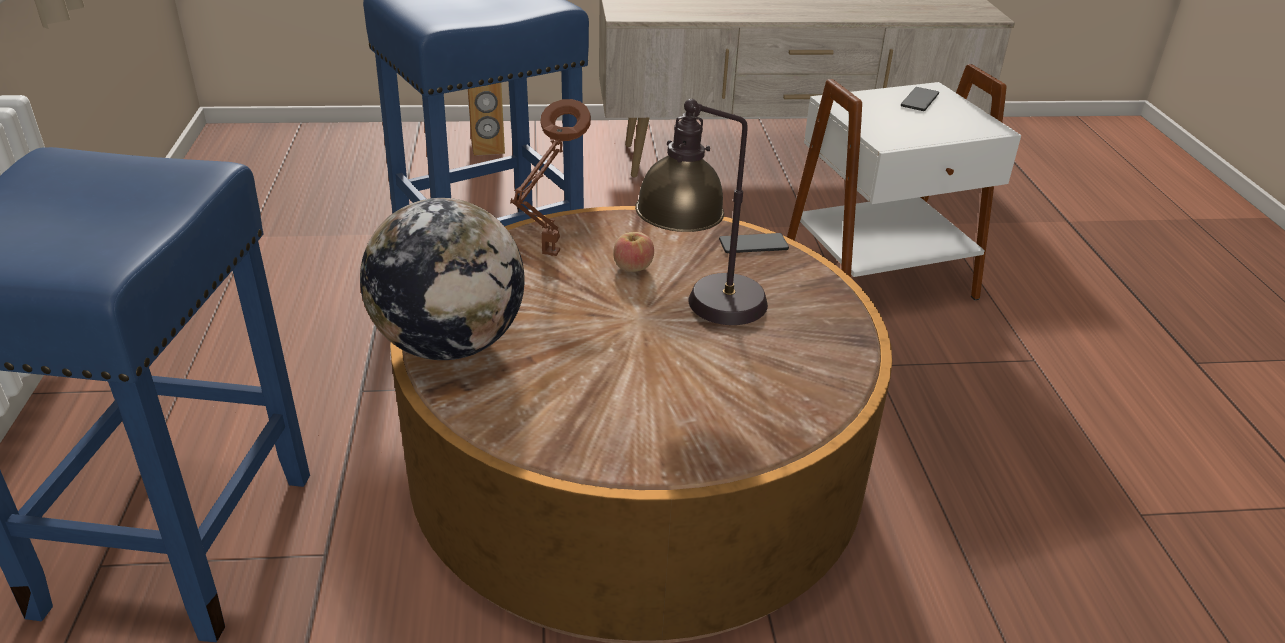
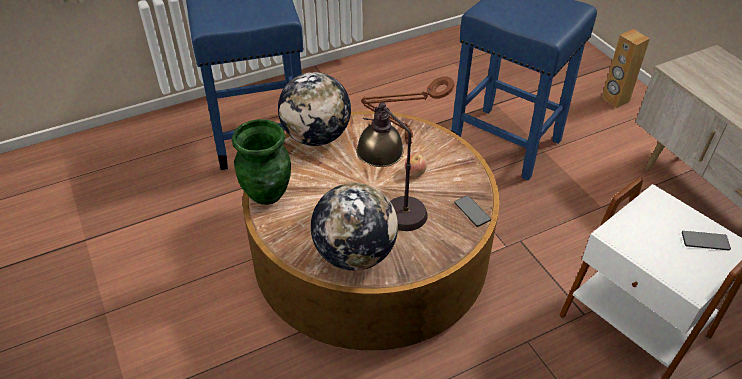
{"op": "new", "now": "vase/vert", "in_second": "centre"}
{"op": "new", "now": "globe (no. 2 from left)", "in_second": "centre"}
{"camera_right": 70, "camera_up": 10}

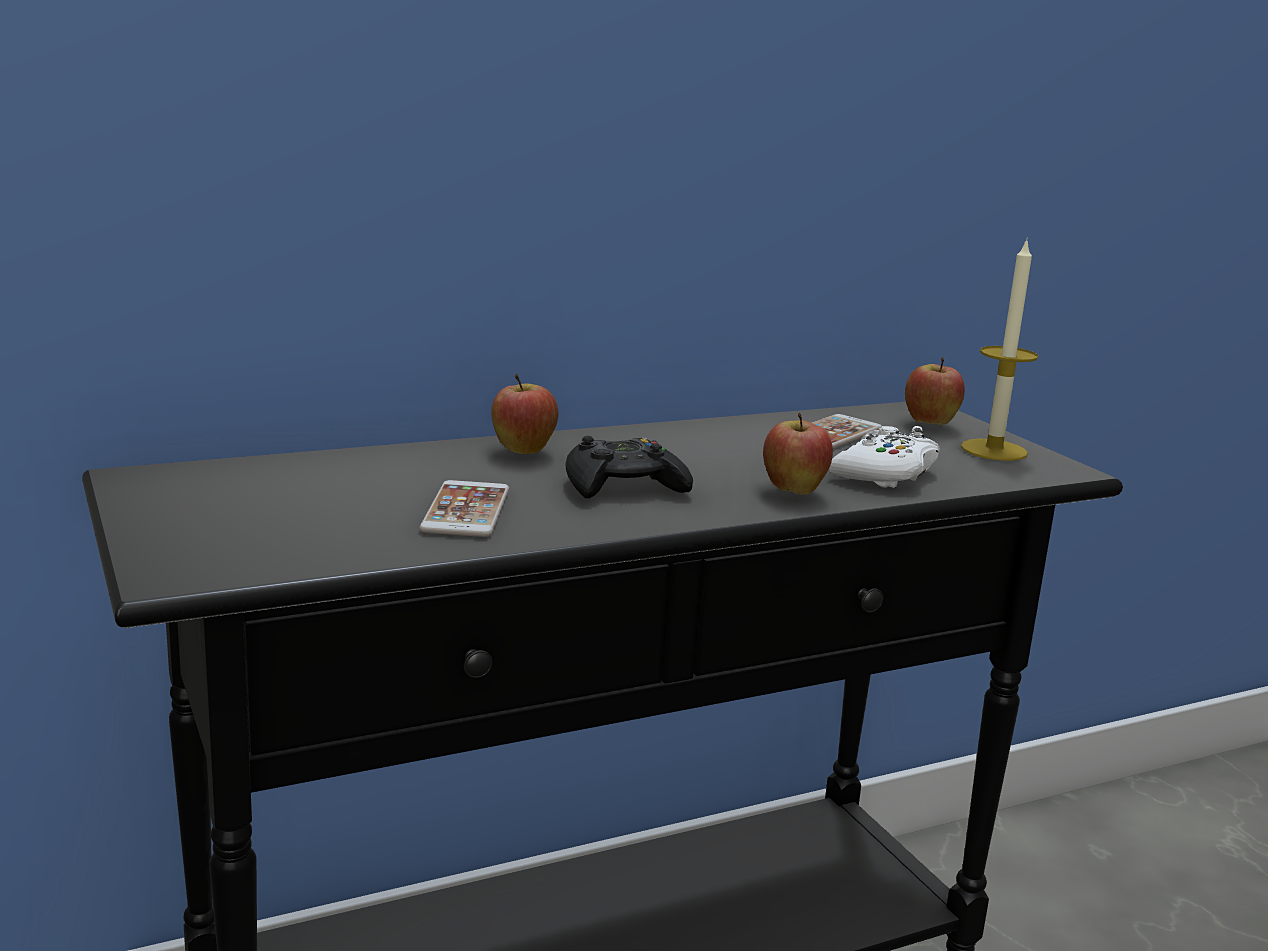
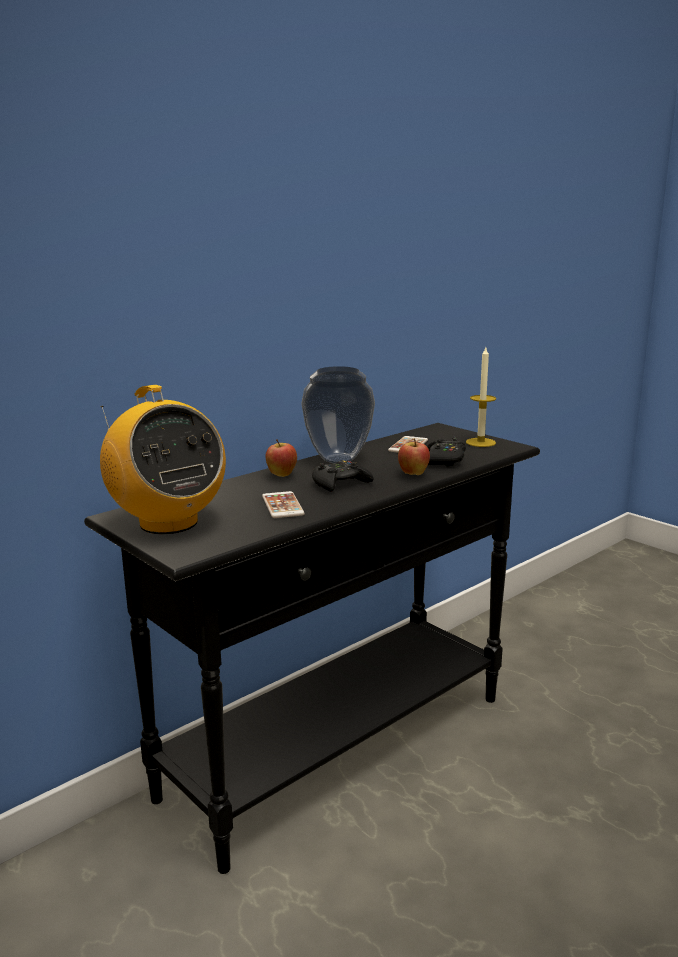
{"op": "gone", "was": "pomme (no. 3 from left)", "in_first": "middle right"}
{"op": "new", "now": "radio", "in_second": "middle left"}
{"op": "new", "now": "vase", "in_second": "centre"}
{"op": "repainted", "was": "manette/blanc", "now": "manette/noir (no. 2 from left)", "in_first": "middle right", "in_second": "centre"}
{"camera_right": -15, "camera_up": 0}

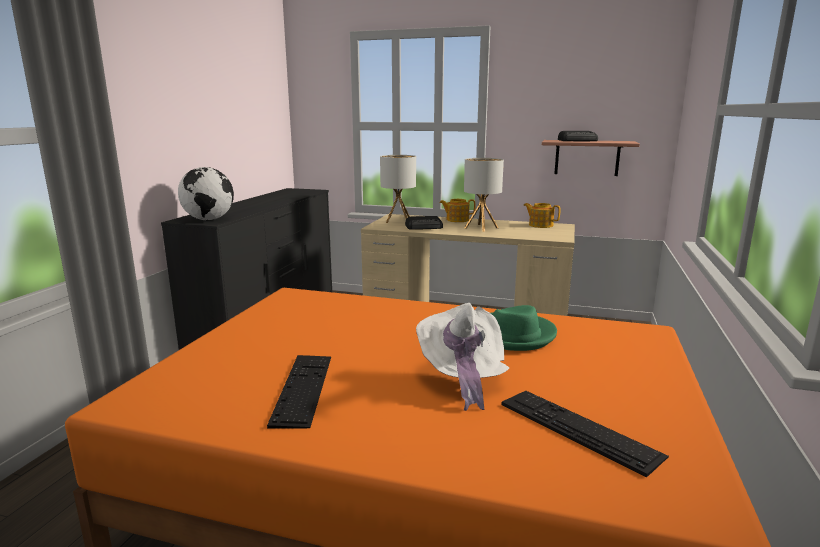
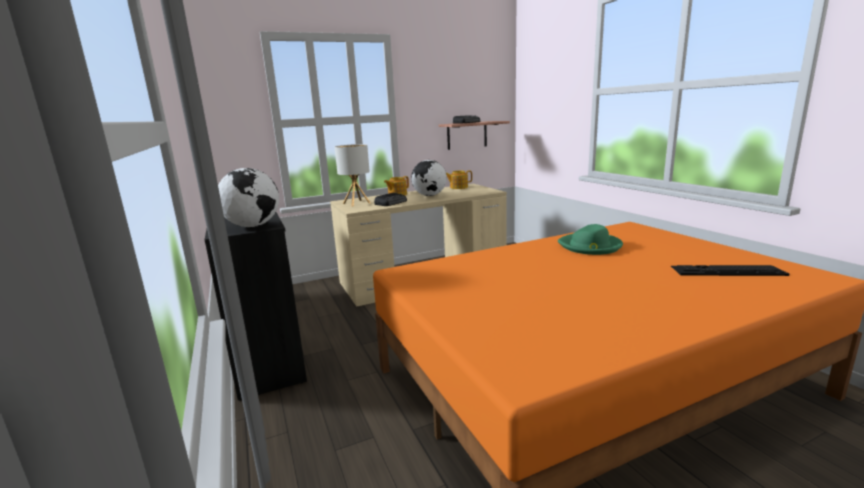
{"op": "gone", "was": "clavier (no. 1 from left)", "in_first": "bottom centre"}
{"op": "gone", "was": "chapeau/blanc", "in_first": "centre"}
{"op": "swapped", "was": "lampe de table (no. 2 from left)", "now": "globe (no. 2 from left)", "in_first": "centre", "in_second": "centre"}
{"camera_right": -40, "camera_up": 0}

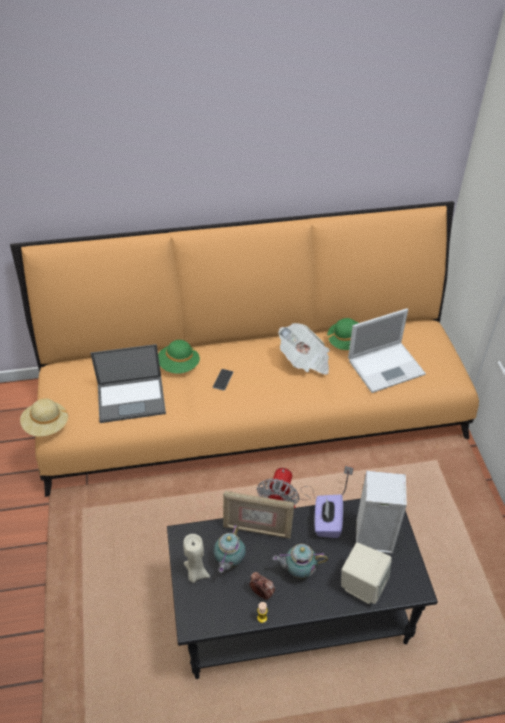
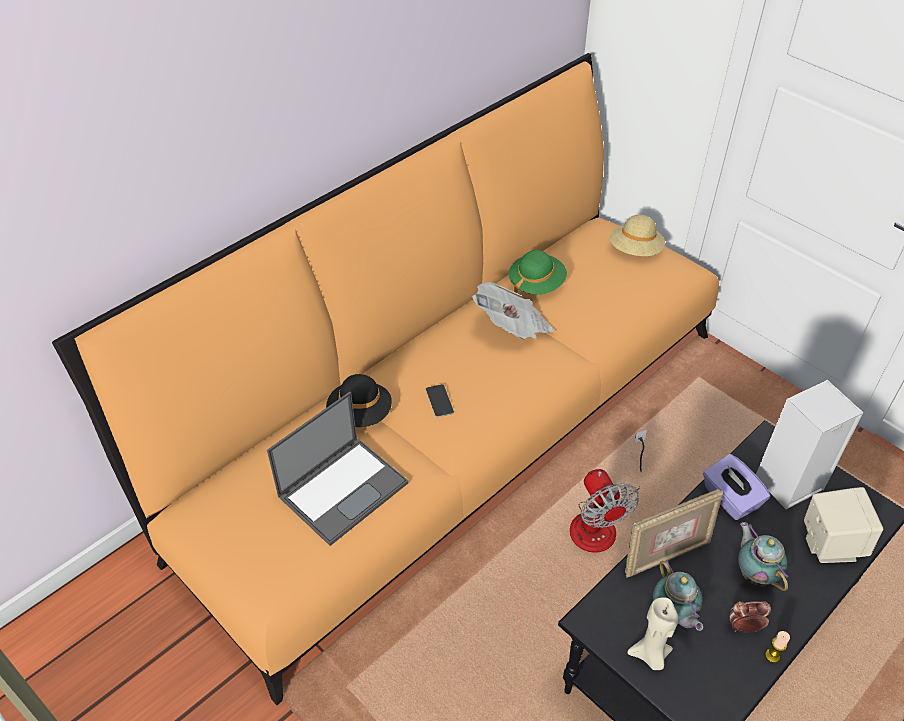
{"op": "gone", "was": "ordinateur portable (no. 2 from left)", "in_first": "middle right"}
{"op": "shifted", "was": "chapeau/beige", "in_first": "middle left", "in_second": "top right"}
{"op": "repainted", "was": "chapeau/vert (no. 1 from left)", "now": "chapeau/noir", "in_first": "centre", "in_second": "centre"}
{"op": "rotated", "was": "théière (no. 2 from left)", "in_first": "bottom centre", "in_second": "bottom right", "clockwise": 105}
{"camera_right": -35, "camera_up": 0}

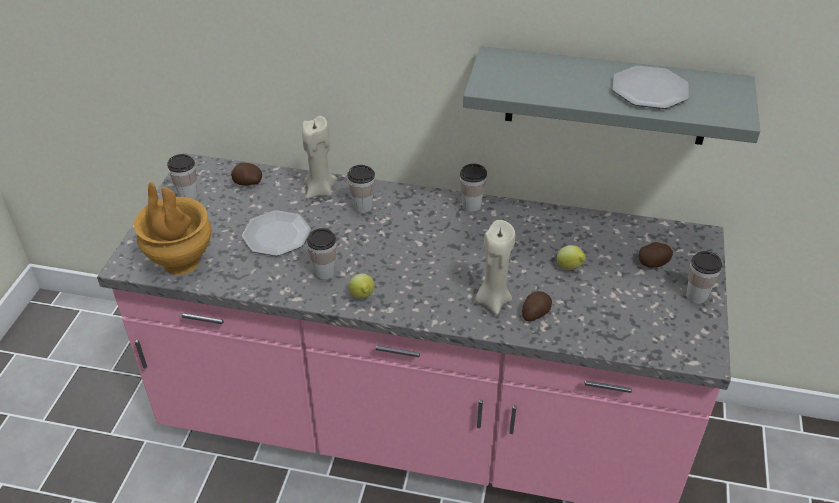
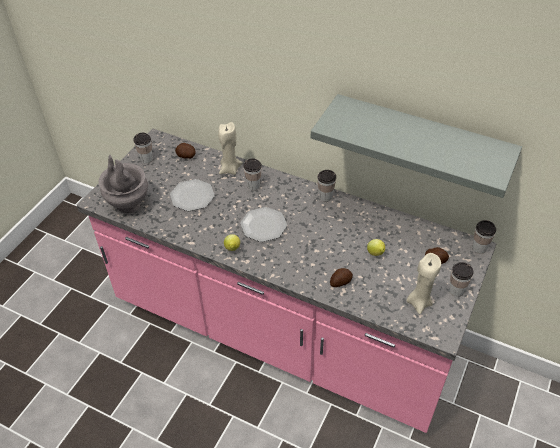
{"op": "shifted", "was": "tasse (no. 2 from left in the first image)", "now": "tasse (no. 5 from left)", "in_first": "centre", "in_second": "middle right"}
{"op": "shifted", "was": "bougie/beige (no. 2 from left)", "in_first": "centre", "in_second": "middle right"}
{"op": "shifted", "was": "assiette (no. 2 from left)", "in_first": "top right", "in_second": "centre"}
{"op": "repainted", "was": "vase/marron", "now": "vase/gris", "in_first": "middle left", "in_second": "middle left"}
{"camera_right": 15, "camera_up": 5}

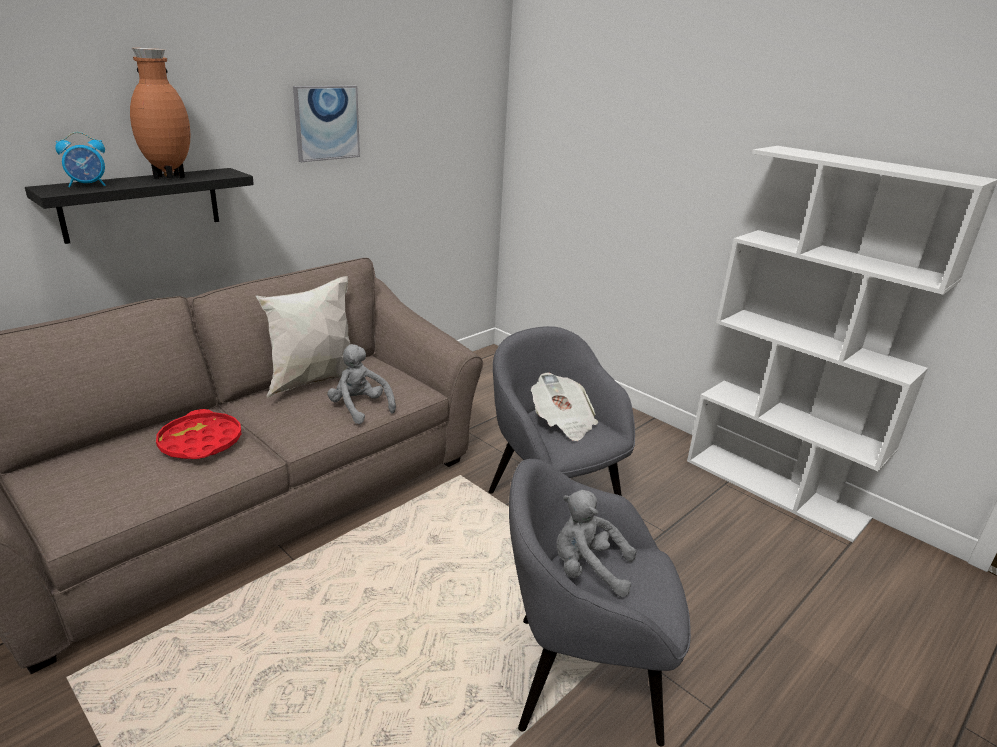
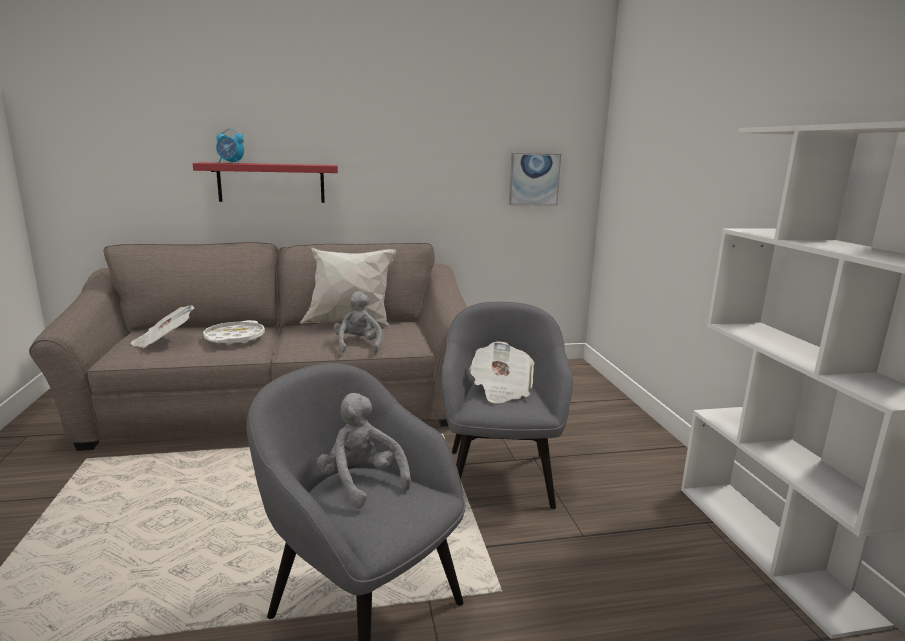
{"op": "gone", "was": "vase/marron", "in_first": "top left"}
{"op": "new", "now": "journal (no. 1 from left)", "in_second": "middle left"}
{"op": "shifted", "was": "tableau", "in_first": "top left", "in_second": "top centre"}
{"op": "repainted", "was": "étagère/noir", "now": "étagère/rouge", "in_first": "top left", "in_second": "top left"}
{"op": "repainted", "was": "plateau/rouge", "now": "plateau/blanc", "in_first": "middle left", "in_second": "middle left"}
{"camera_right": 35, "camera_up": -10}

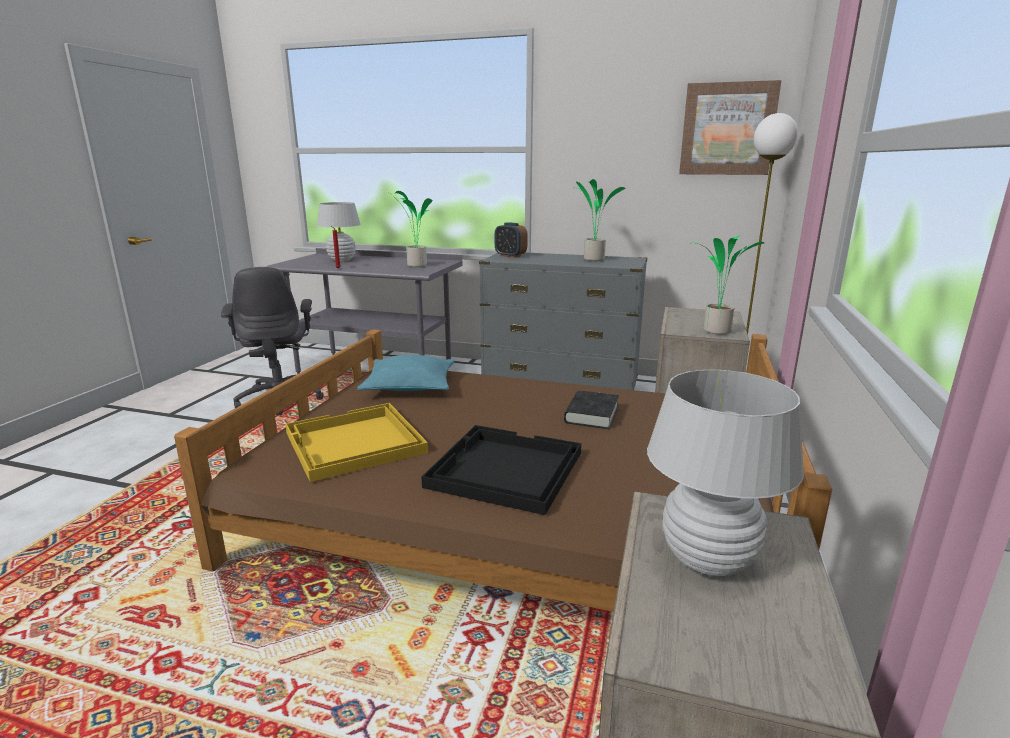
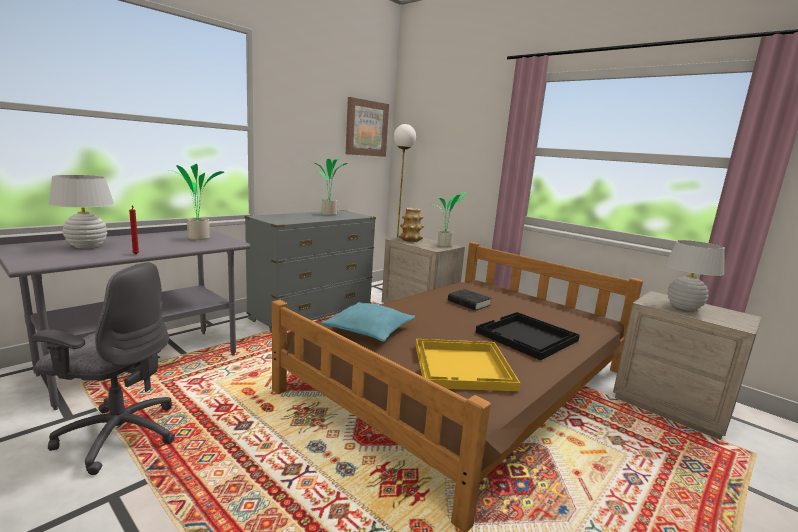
{"op": "gone", "was": "réveil", "in_first": "top centre"}
{"op": "new", "now": "vase", "in_second": "centre"}
{"camera_right": -65, "camera_up": -5}

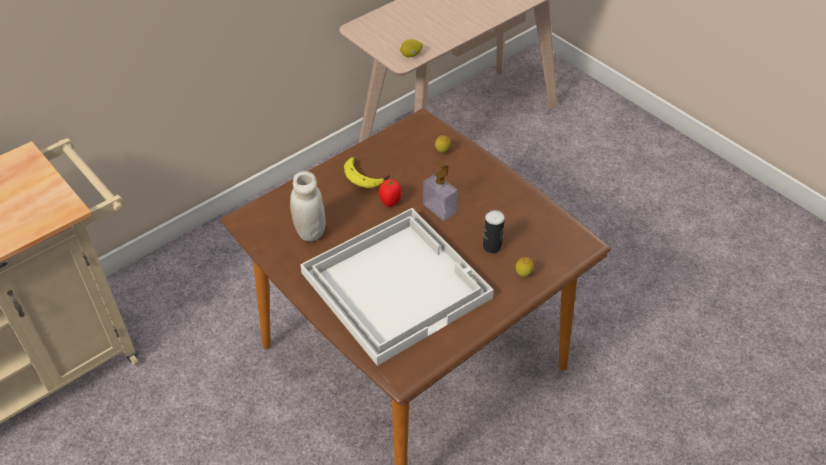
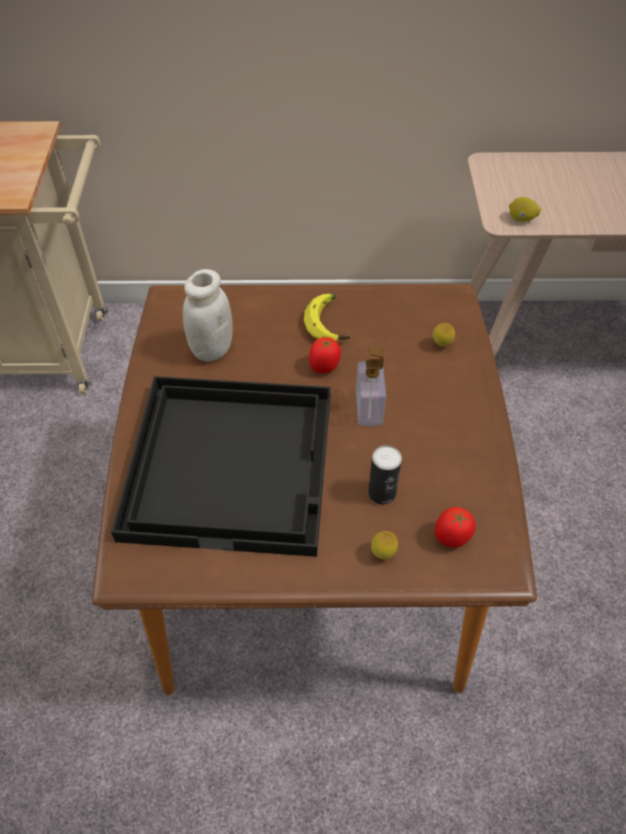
{"op": "new", "now": "tomate (no. 2 from left)", "in_second": "middle right"}
{"op": "repainted", "was": "plateau/blanc", "now": "plateau/noir", "in_first": "centre", "in_second": "centre"}
{"camera_right": 40, "camera_up": 5}

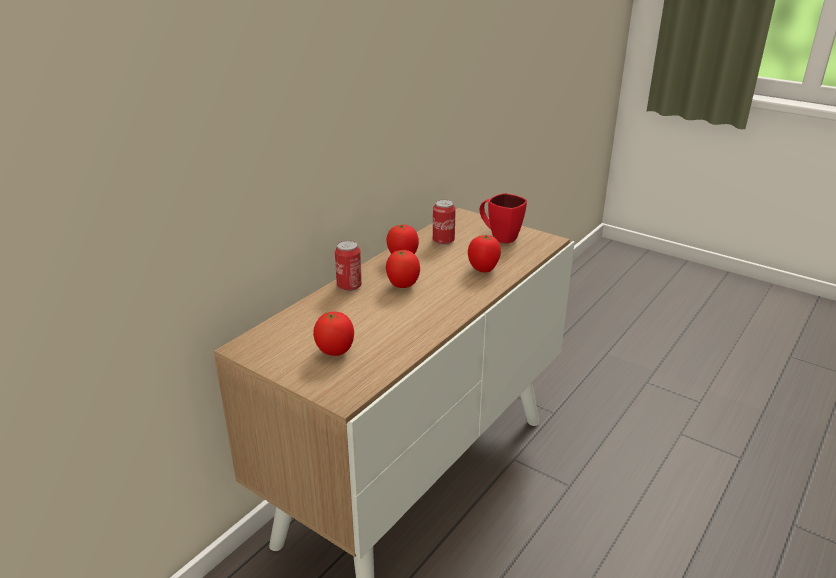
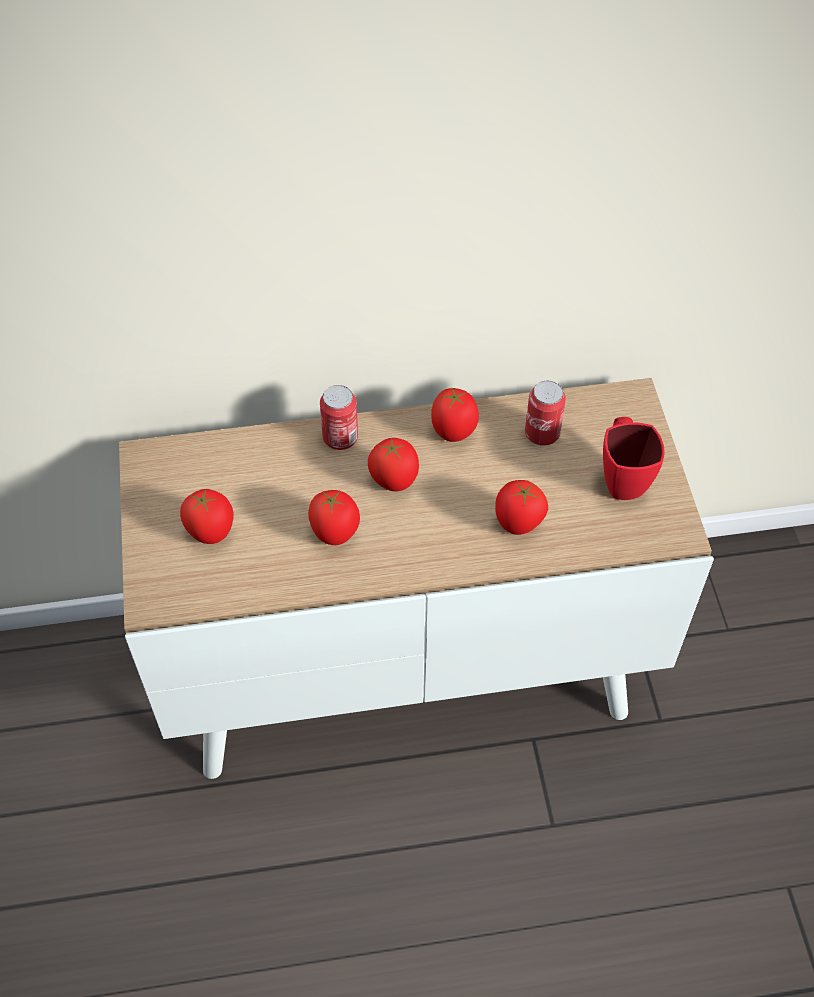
{"op": "new", "now": "tomate (no. 2 from left)", "in_second": "centre"}
{"camera_right": 45, "camera_up": 25}

